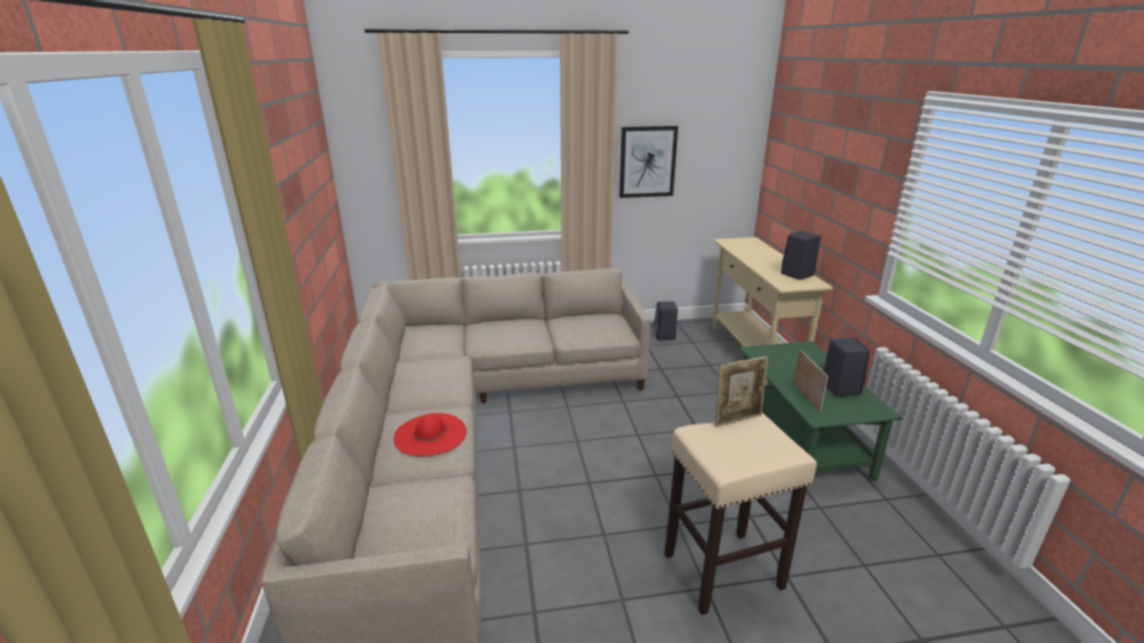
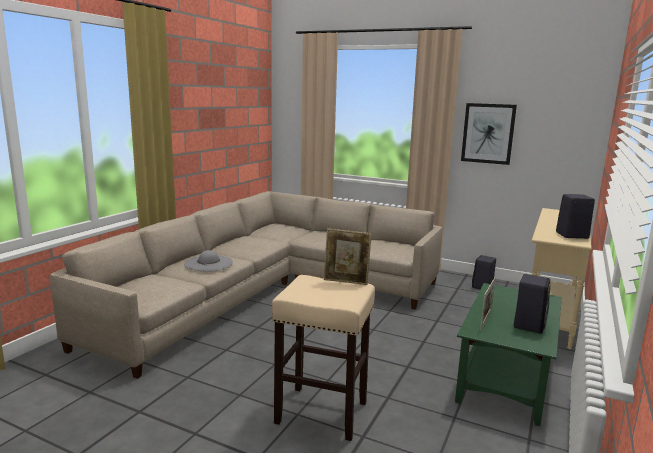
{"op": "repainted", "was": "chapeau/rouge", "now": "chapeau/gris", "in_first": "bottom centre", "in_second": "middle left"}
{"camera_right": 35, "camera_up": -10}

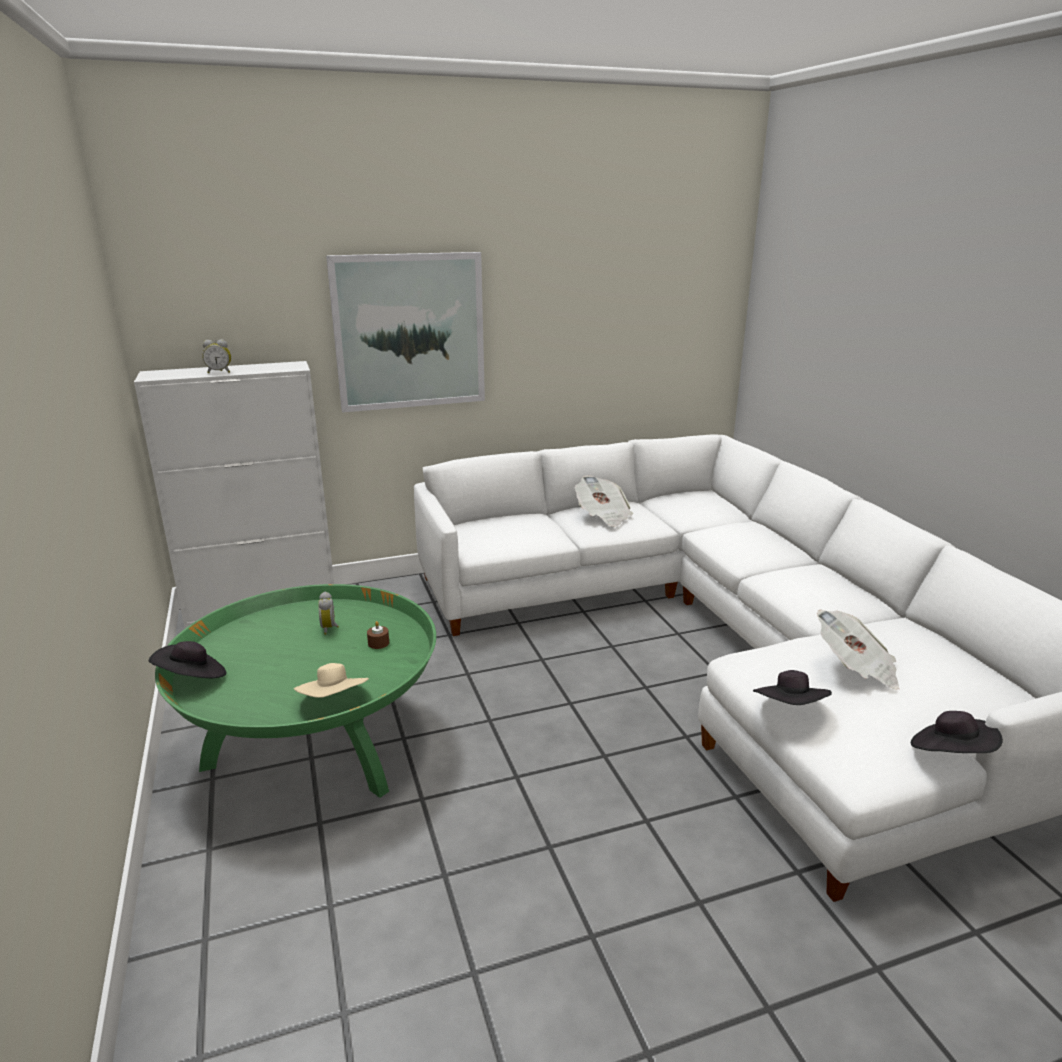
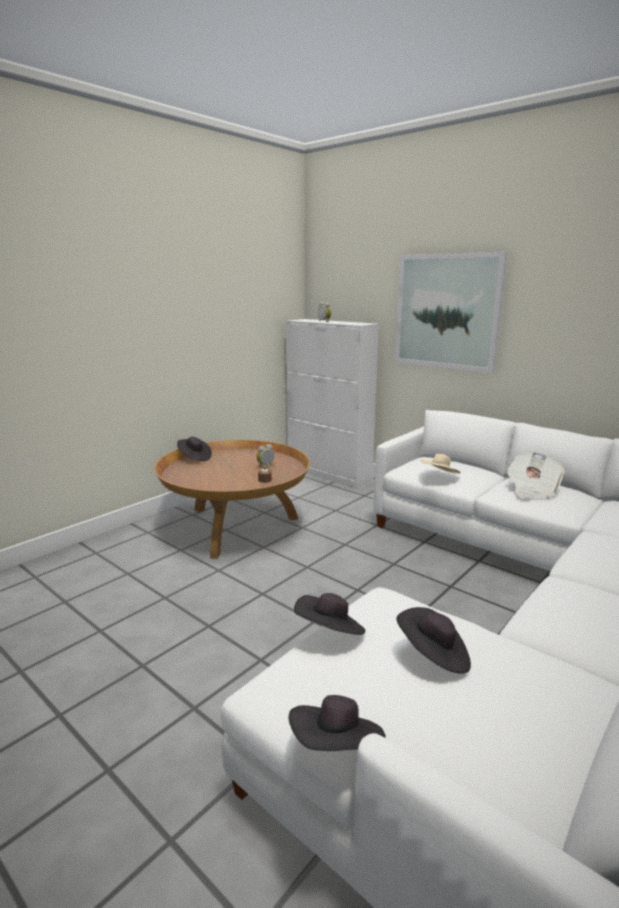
{"op": "shifted", "was": "chapeau/beige", "in_first": "middle left", "in_second": "middle right"}
{"op": "swapped", "was": "journal (no. 2 from left)", "now": "chapeau/noir (no. 4 from left)", "in_first": "middle right", "in_second": "bottom right"}
{"op": "repainted", "was": "table basse/vert", "now": "table basse/marron", "in_first": "middle left", "in_second": "centre"}
{"camera_right": 60, "camera_up": -5}

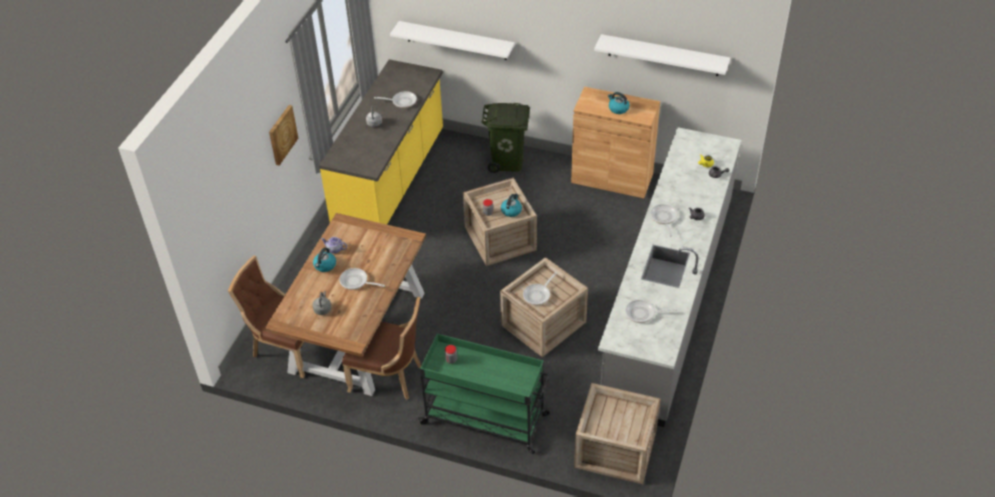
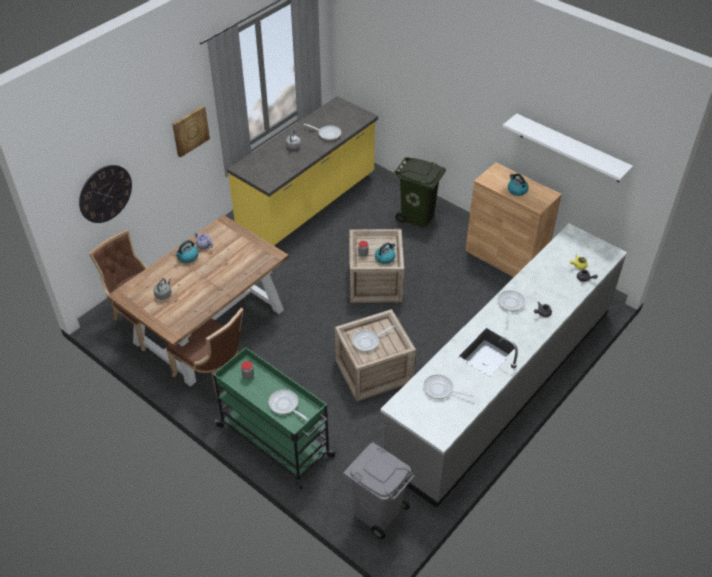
{"op": "gone", "was": "étagère/blanc (no. 1 from left)", "in_first": "top centre"}
{"op": "new", "now": "horloge murale", "in_second": "middle left"}
{"op": "shifted", "was": "poêle (no. 1 from left)", "in_first": "centre", "in_second": "bottom centre"}
{"op": "swapped", "was": "caisse (no. 3 from left)", "now": "poubelle/gris", "in_first": "bottom centre", "in_second": "bottom centre"}
{"camera_right": 20, "camera_up": 0}

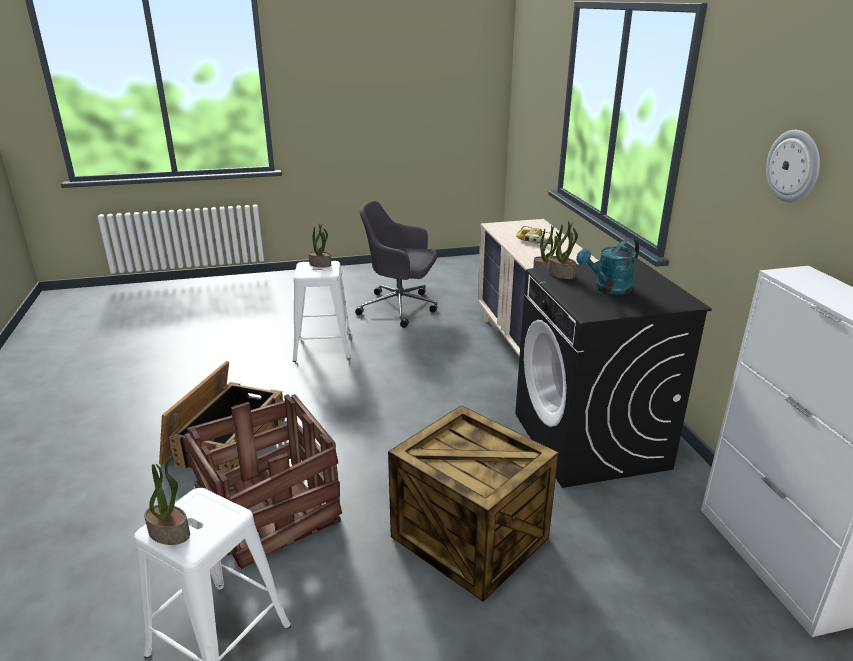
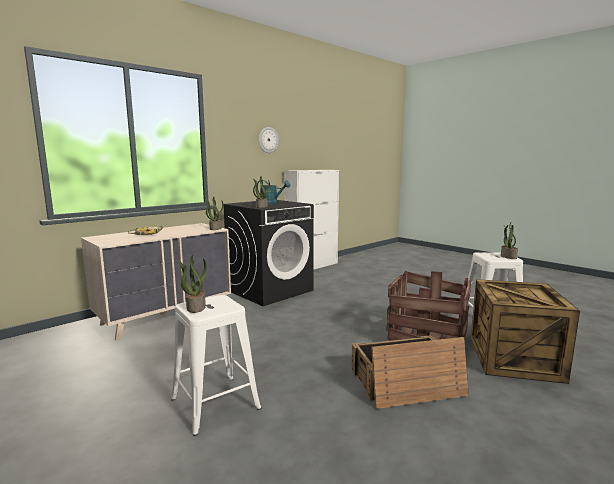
{"op": "gone", "was": "chaise de bureau/gris", "in_first": "centre"}
{"op": "shifted", "was": "caisse (no. 3 from left)", "in_first": "bottom centre", "in_second": "bottom right"}
{"camera_right": -120, "camera_up": -15}

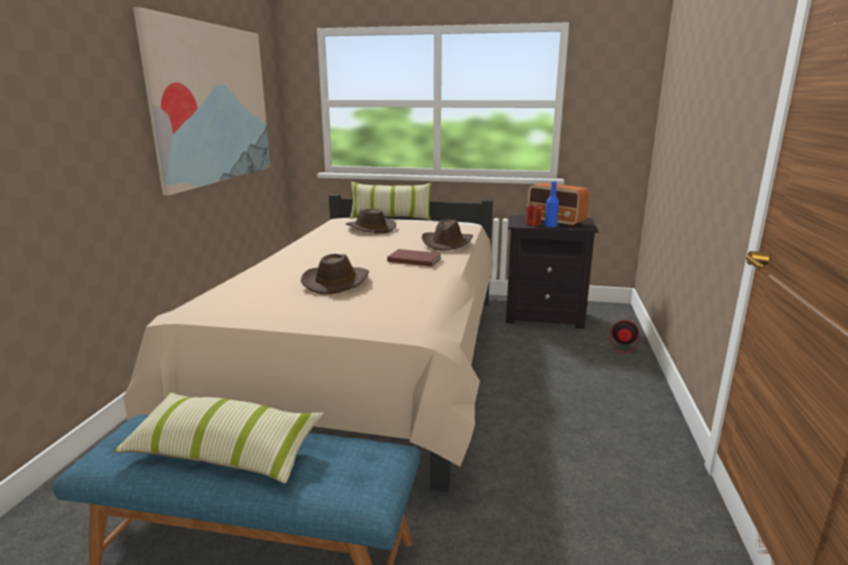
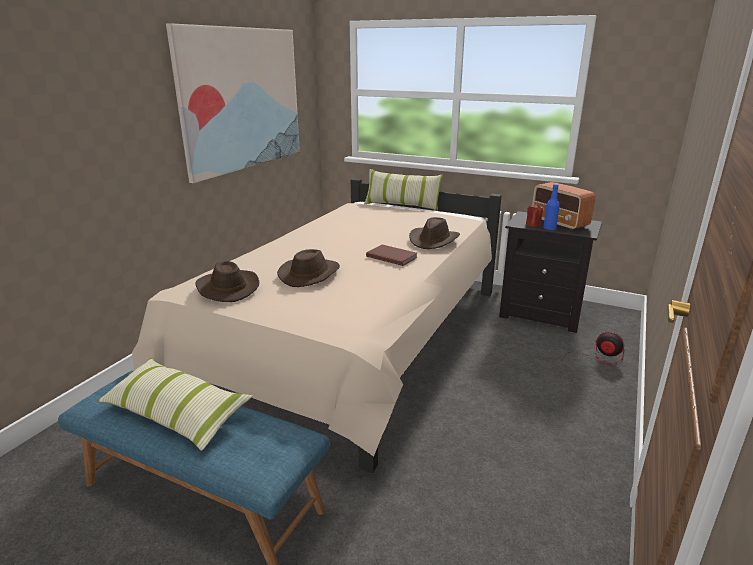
{"op": "shifted", "was": "chapeau/marron (no. 2 from left in the first image)", "now": "chapeau/marron (no. 1 from left)", "in_first": "centre", "in_second": "middle left"}
{"camera_right": 15, "camera_up": 5}

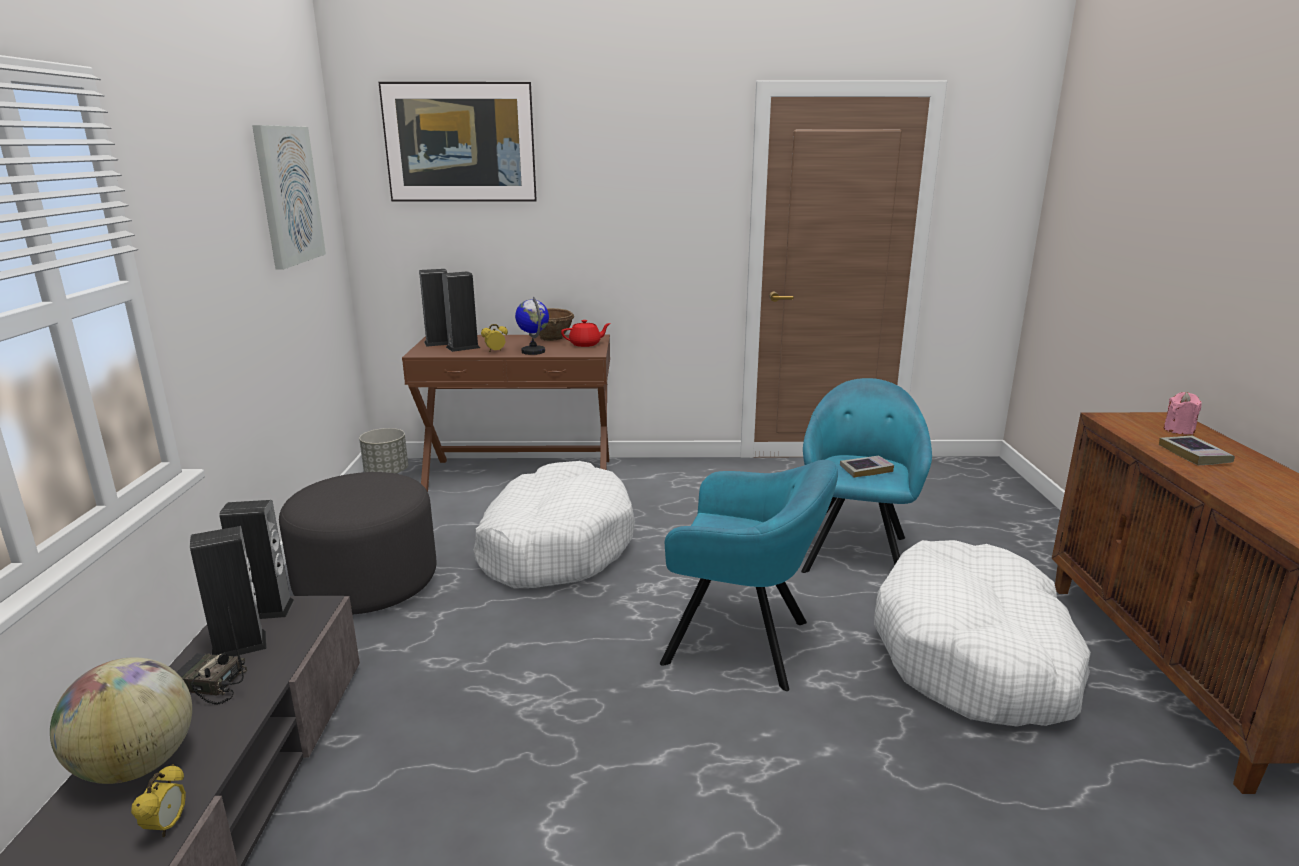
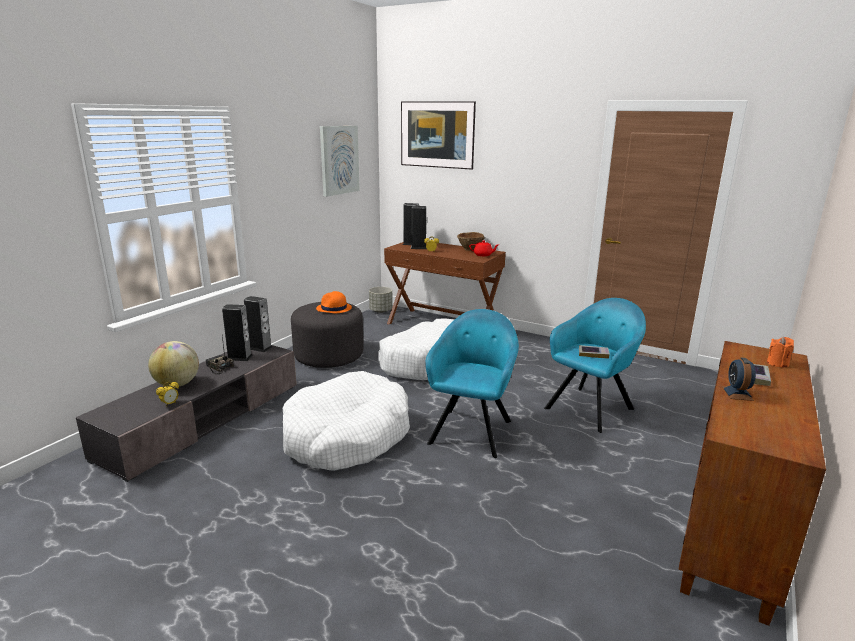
{"op": "gone", "was": "globe (no. 2 from left)", "in_first": "centre"}
{"op": "new", "now": "chapeau/orange", "in_second": "centre"}
{"op": "new", "now": "réveil (no. 3 from left)", "in_second": "middle right"}
{"op": "shifted", "was": "panier pour chien/blanc (no. 2 from left in the first image)", "now": "panier pour chien/blanc (no. 1 from left)", "in_first": "bottom right", "in_second": "centre"}
{"op": "repainted", "was": "bougie/rose", "now": "bougie/orange", "in_first": "middle right", "in_second": "middle right"}
{"op": "rotated", "was": "fauteuil/turquoise (no. 1 from left)", "in_first": "centre", "in_second": "centre", "clockwise": -120}
{"camera_right": 30, "camera_up": 0}

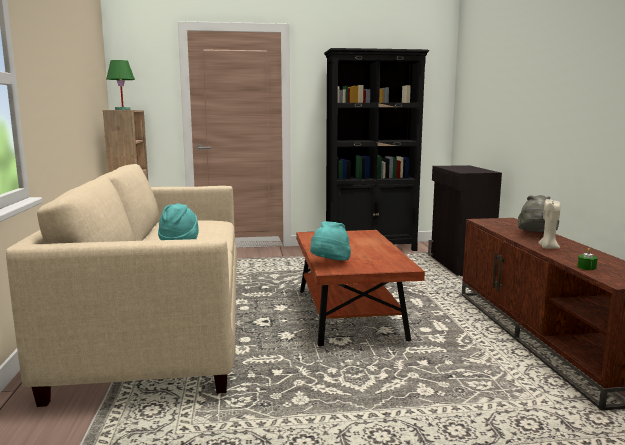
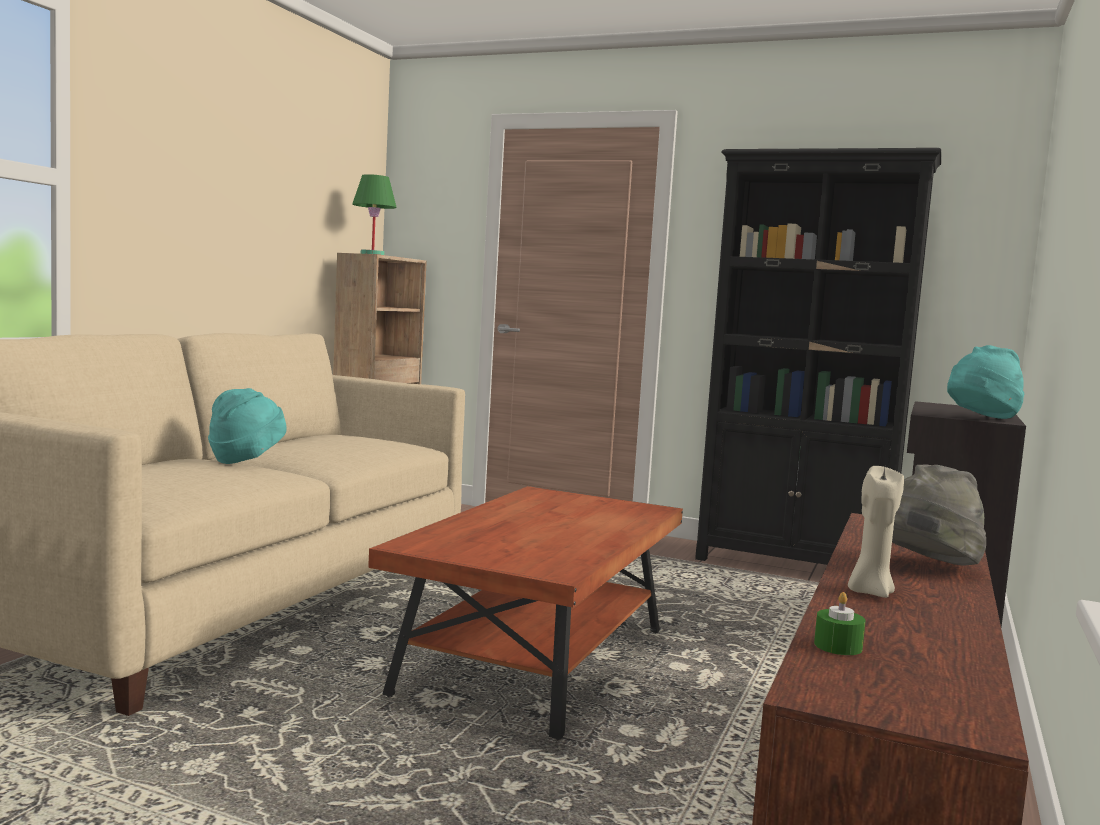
{"op": "shifted", "was": "chapeau/turquoise (no. 2 from left)", "in_first": "centre", "in_second": "middle right"}
{"camera_right": 30, "camera_up": -5}

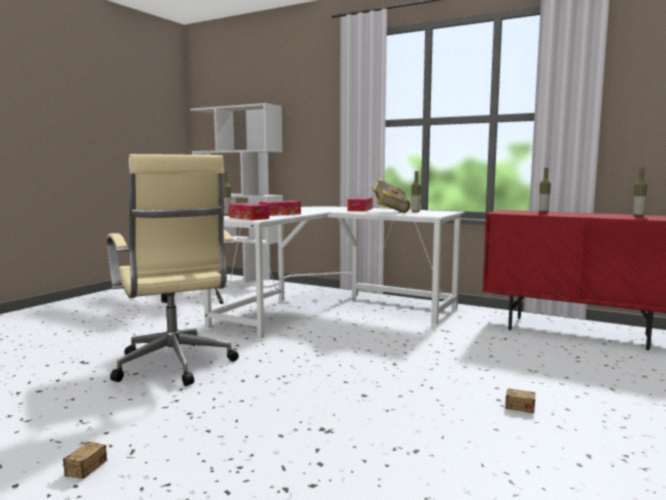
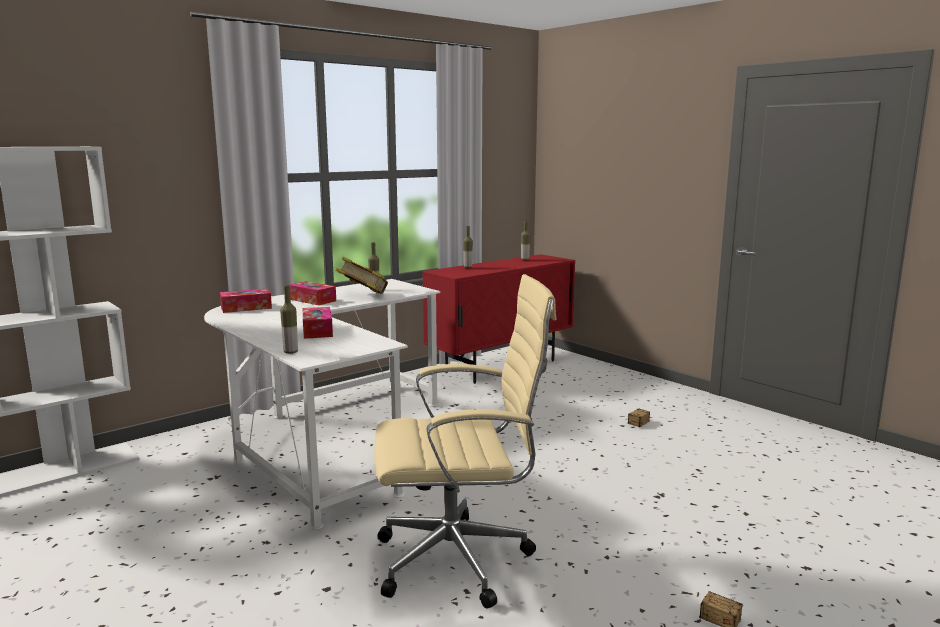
{"op": "shifted", "was": "boîte à mouchoirs (no. 1 from left)", "in_first": "centre", "in_second": "middle left"}
{"camera_right": -70, "camera_up": 5}

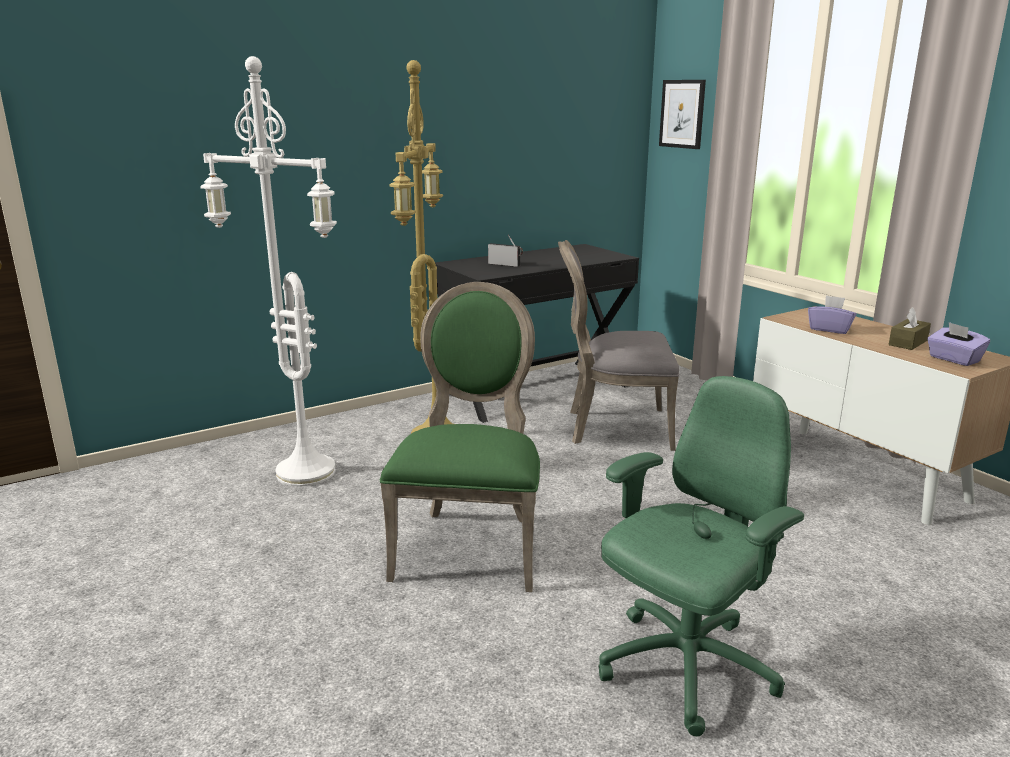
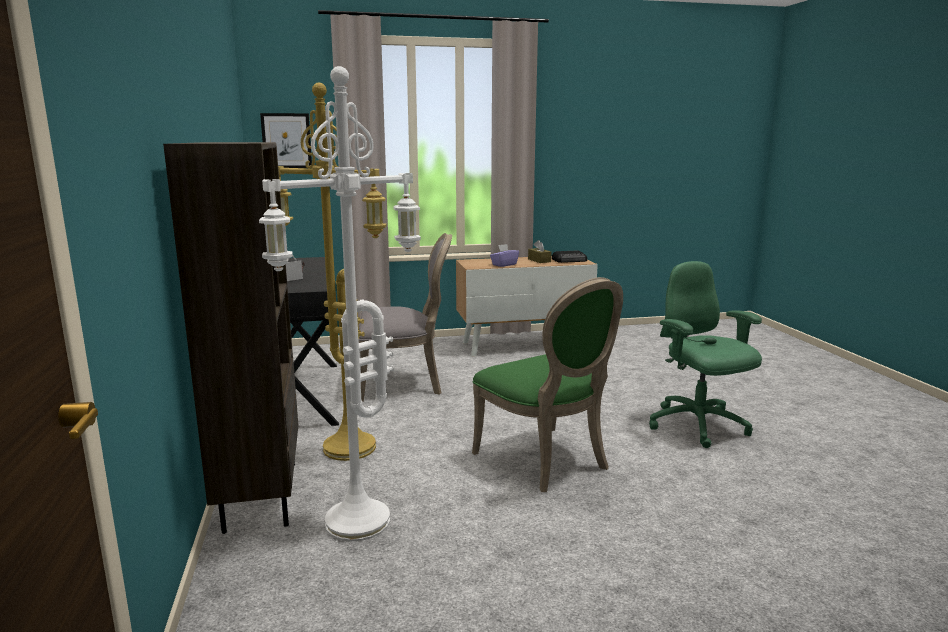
{"op": "new", "now": "bibliothèque/marron", "in_second": "middle left"}
{"op": "swapped", "was": "boîte à mouchoirs/violet (no. 2 from left)", "now": "radio (no. 2 from left)", "in_first": "middle right", "in_second": "centre"}
{"op": "rotated", "was": "chaise/vert", "in_first": "centre", "in_second": "centre", "clockwise": -150}
{"op": "rotated", "was": "chaise/gris", "in_first": "centre", "in_second": "centre", "clockwise": -120}
{"camera_right": -70, "camera_up": -5}

